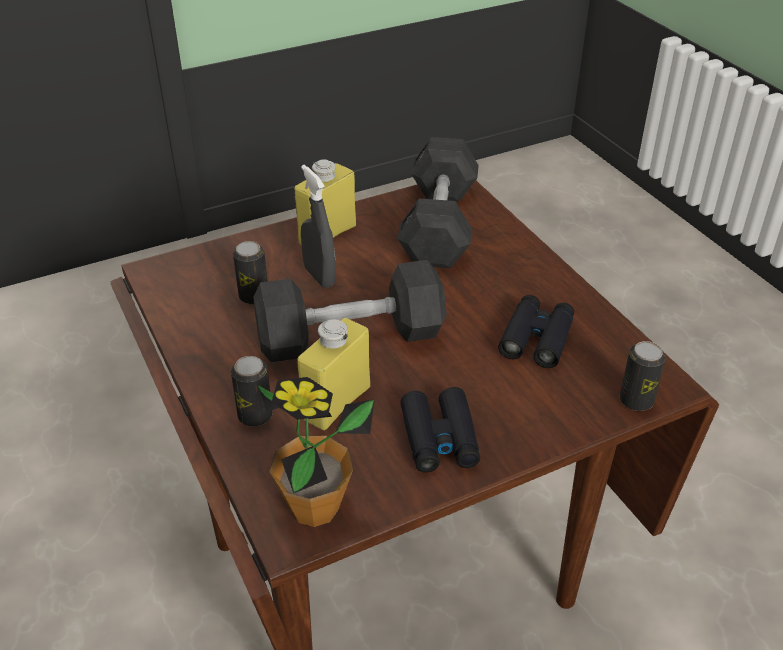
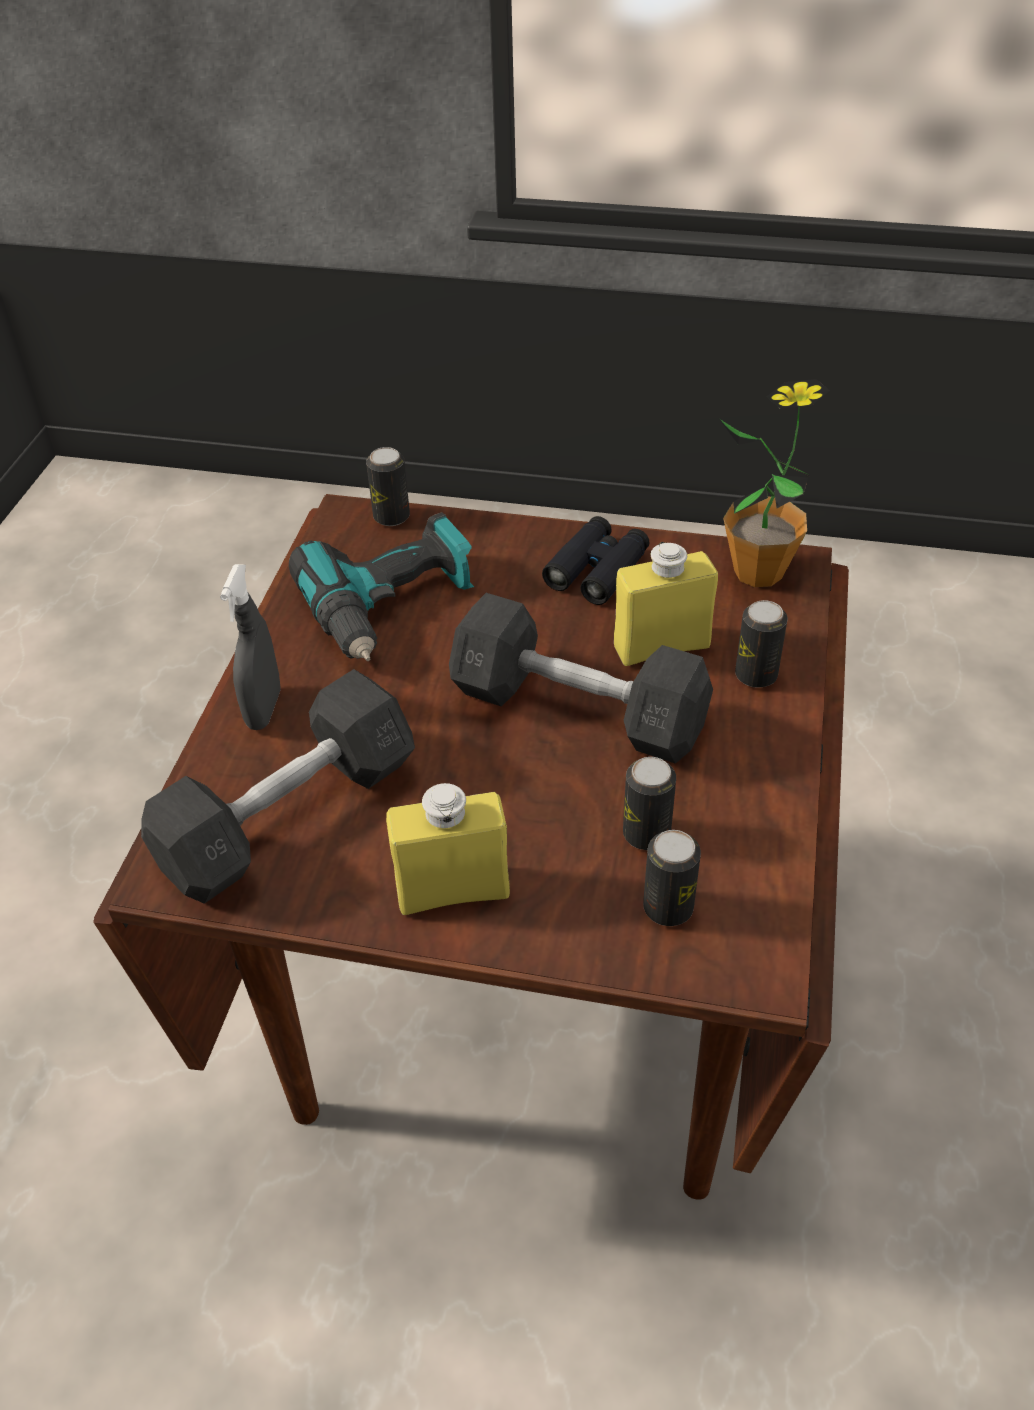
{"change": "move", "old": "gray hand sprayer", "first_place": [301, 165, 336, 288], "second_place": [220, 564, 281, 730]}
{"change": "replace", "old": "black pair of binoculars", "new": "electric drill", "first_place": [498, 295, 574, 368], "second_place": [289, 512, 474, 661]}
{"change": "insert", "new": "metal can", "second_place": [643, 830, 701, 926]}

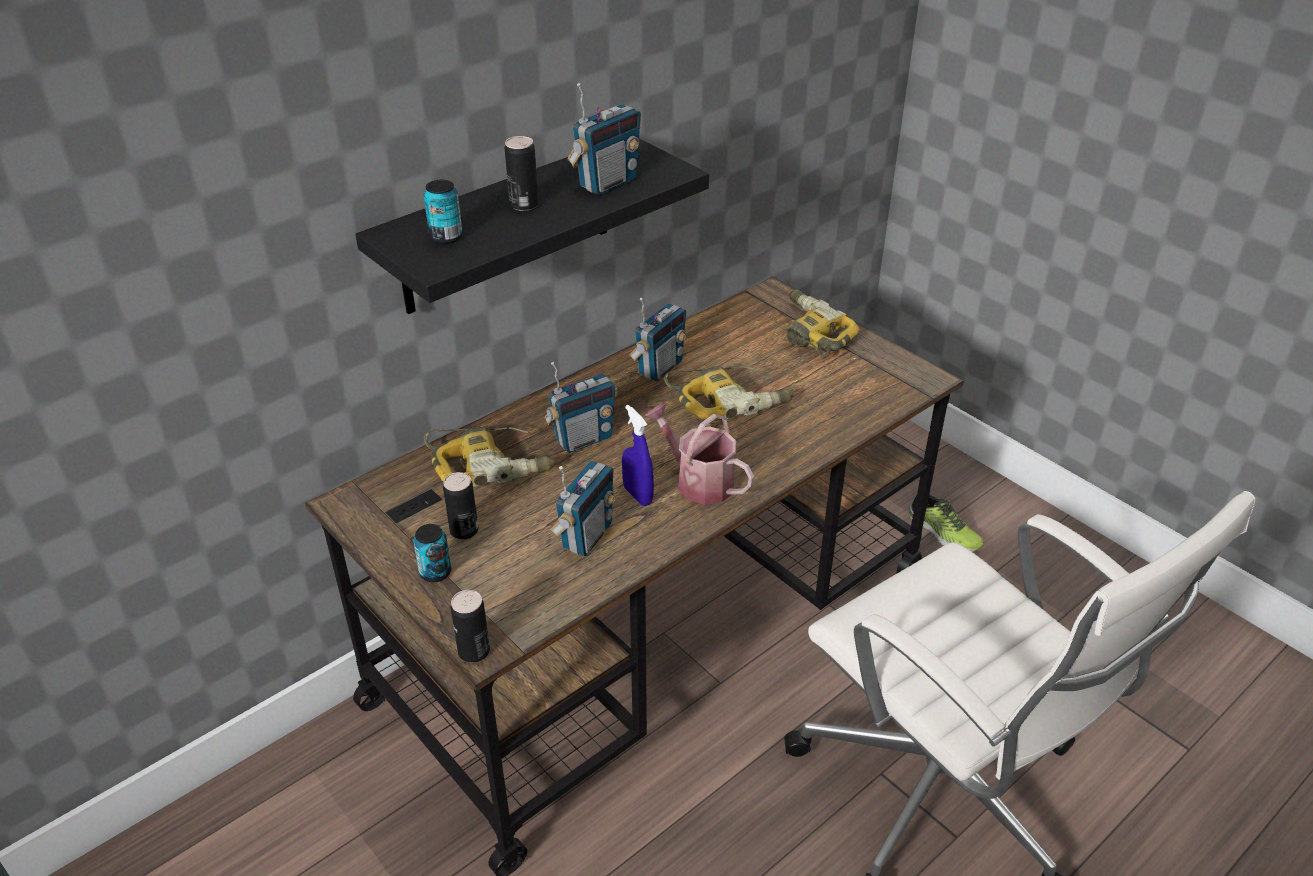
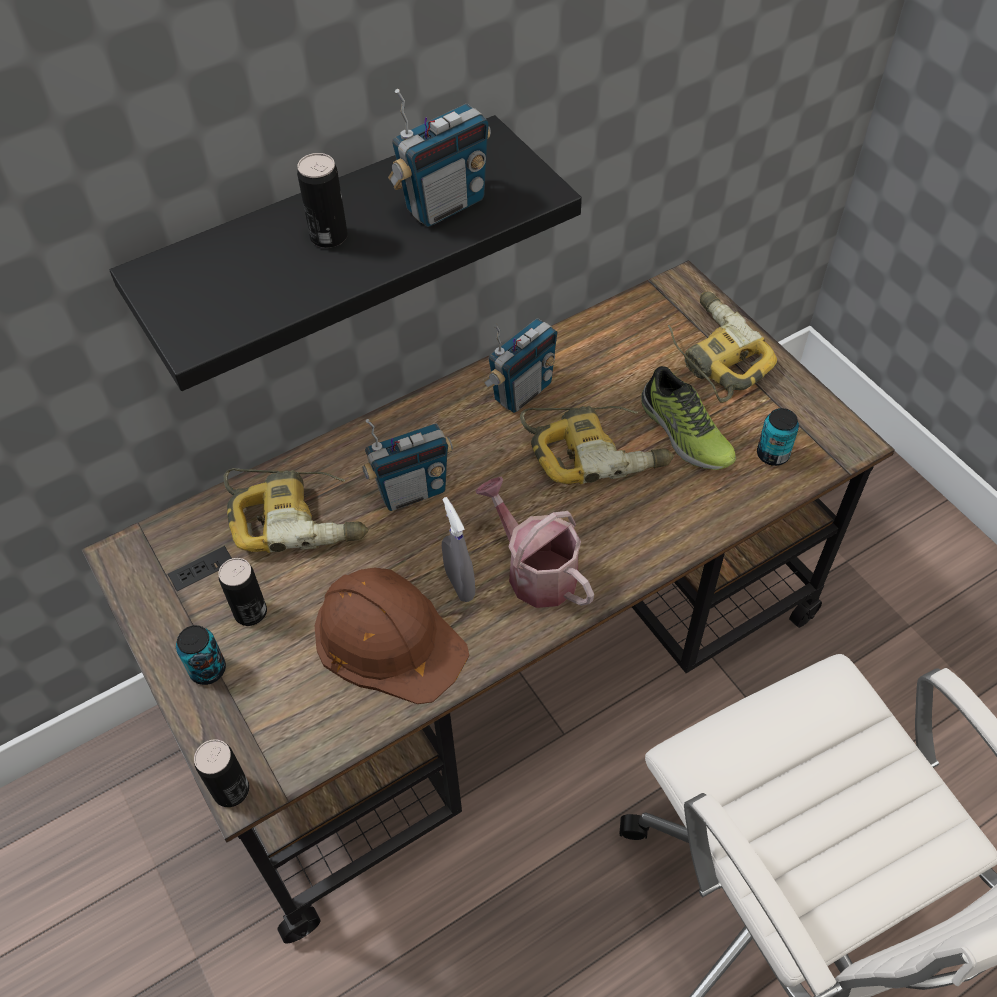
{"change": "move", "old": "metal can", "first_place": [424, 180, 463, 244], "second_place": [757, 408, 799, 466]}
{"change": "recolor", "old": "blue hand sprayer", "new": "gray hand sprayer", "first_place": [622, 405, 654, 506], "second_place": [442, 497, 475, 602]}
{"change": "replace", "old": "radio receiver", "new": "brown-coloured hard hat", "first_place": [550, 461, 615, 556], "second_place": [314, 568, 469, 704]}
{"change": "move", "old": "item of footwear", "first_place": [908, 493, 983, 552], "second_place": [641, 366, 736, 470]}

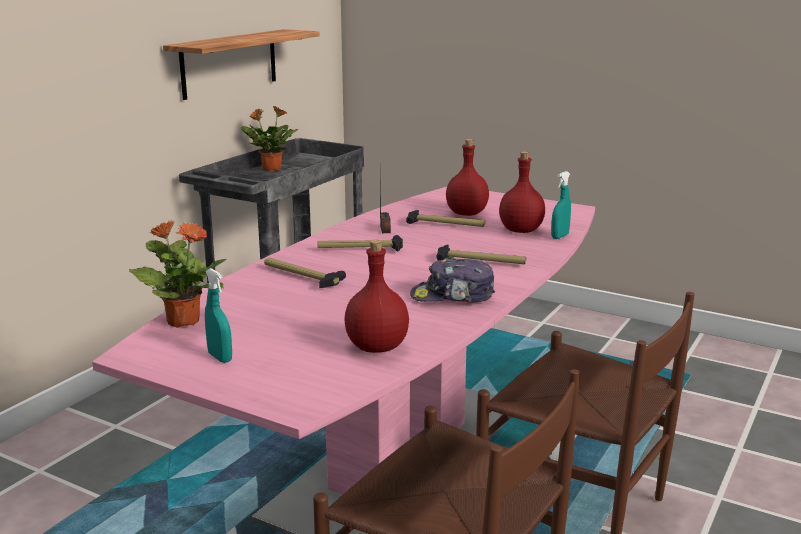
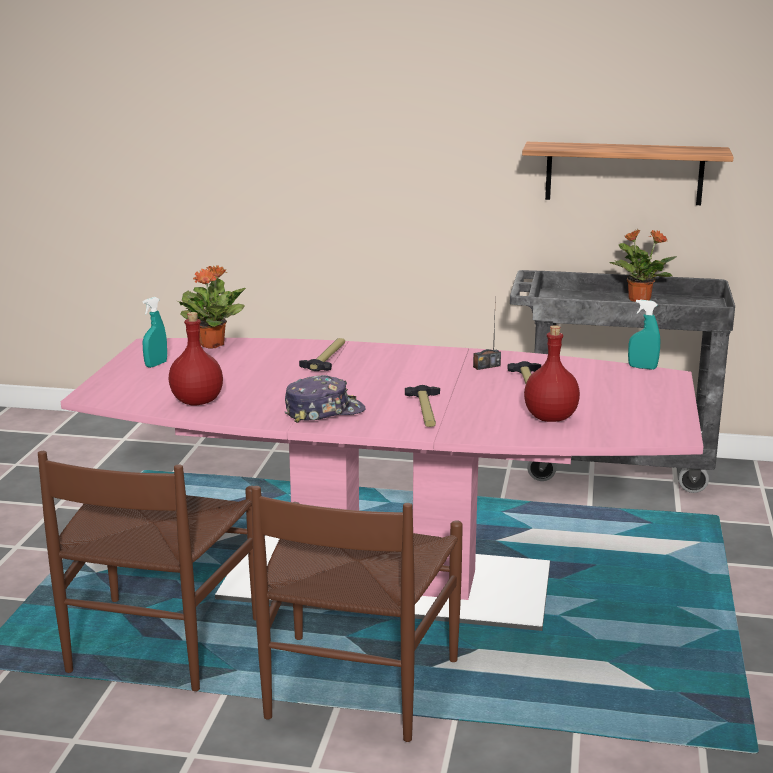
{"change": "delete", "old": "red-coloured beverage bottle", "first_place": [446, 139, 489, 216]}
{"change": "move", "old": "turquoise-coloured hand sprayer", "first_place": [551, 171, 571, 239], "second_place": [628, 300, 660, 370]}
{"change": "delete", "old": "hammer", "first_place": [317, 235, 403, 251]}
{"change": "rotate", "old": "baseball cap", "first_place": [410, 257, 495, 303], "second_place": [285, 375, 366, 423], "degrees": 90}

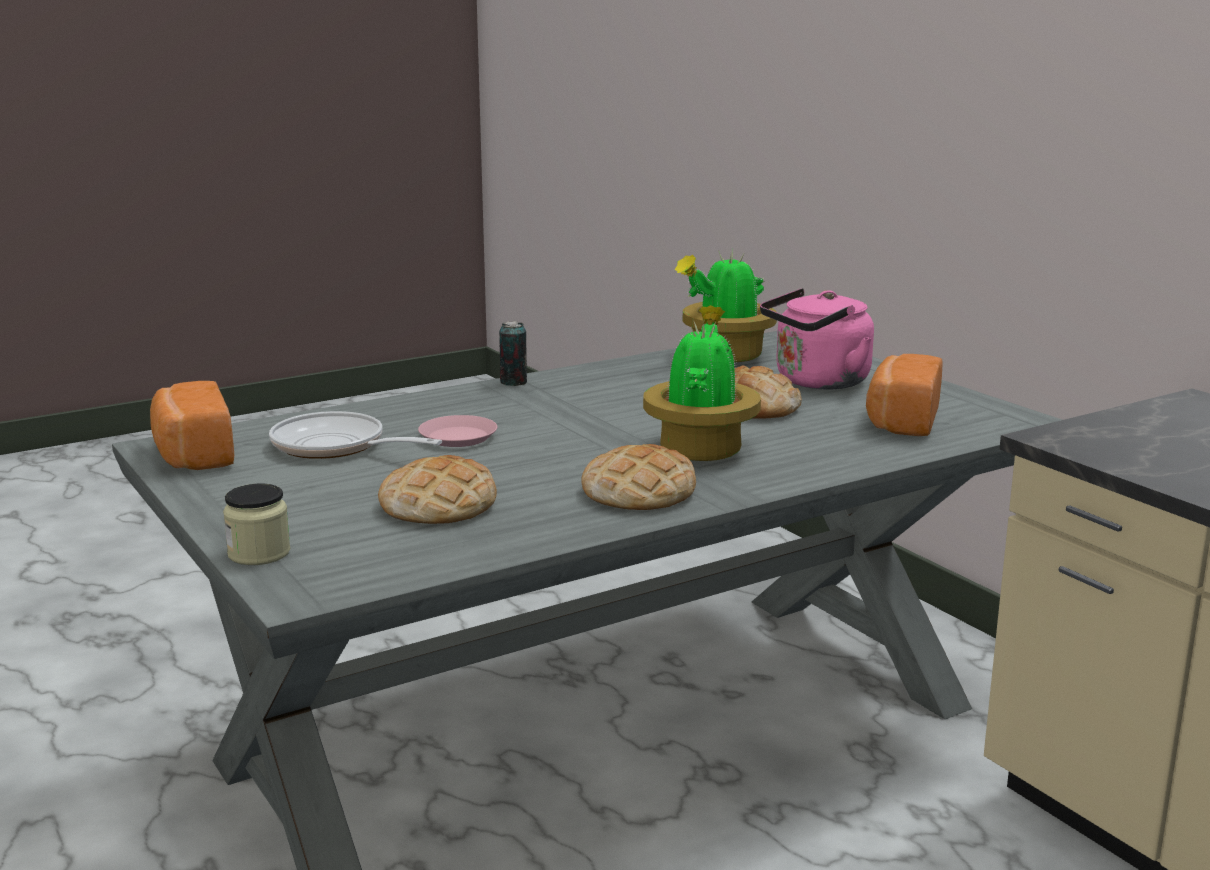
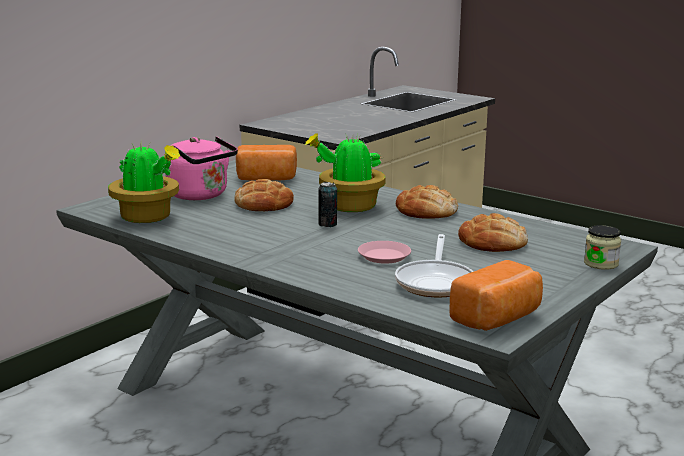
{"change": "move", "old": "metal can", "first_place": [499, 321, 527, 386], "second_place": [318, 182, 337, 227]}

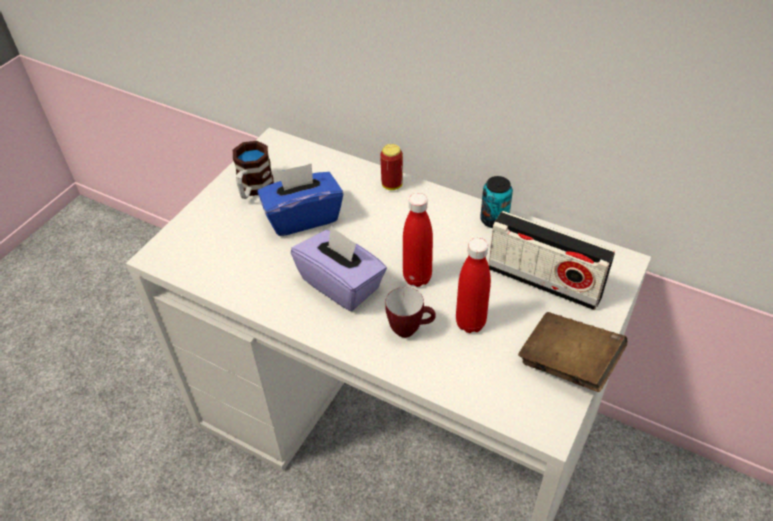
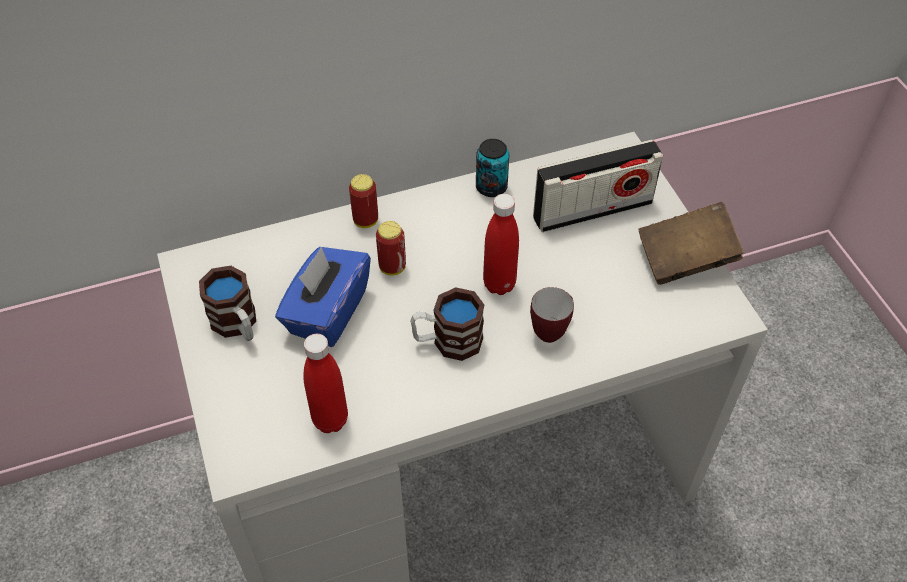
{"change": "replace", "old": "purple tissue box", "new": "tea mug", "first_place": [291, 226, 387, 311], "second_place": [411, 287, 484, 361]}
{"change": "move", "old": "red-coloured beverage bottle", "first_place": [456, 238, 491, 333], "second_place": [304, 334, 348, 433]}
{"change": "insert", "new": "metal can", "second_place": [376, 221, 406, 276]}

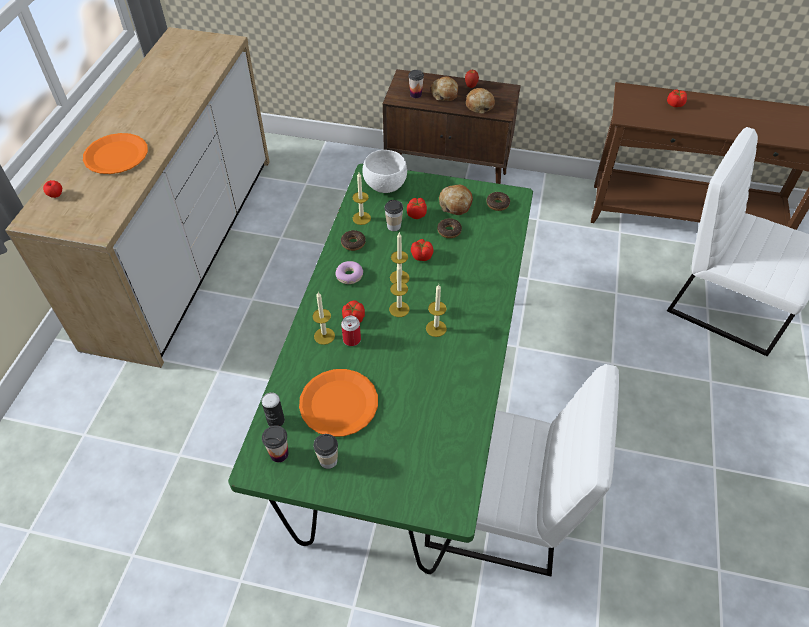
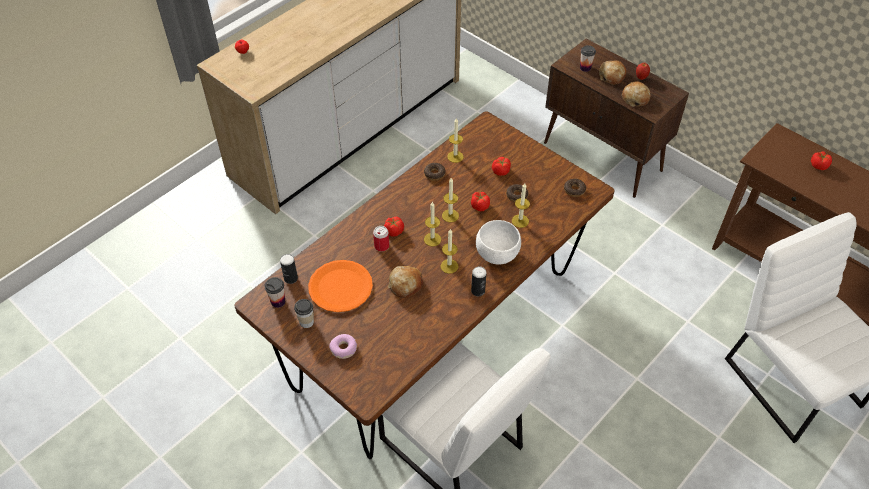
{"change": "delete", "old": "orange-coloured plate", "first_place": [83, 133, 148, 174]}
{"change": "move", "old": "white-coloured bowl", "first_place": [362, 150, 407, 193], "second_place": [476, 220, 521, 265]}
{"change": "recolor", "old": "green kitchen table", "new": "brown-coloured kitchen table", "first_place": [228, 164, 533, 574], "second_place": [234, 111, 614, 459]}
{"change": "move", "old": "baked bread", "first_place": [439, 185, 473, 215], "second_place": [388, 266, 423, 298]}
{"change": "delete", "old": "cup", "first_place": [384, 200, 403, 231]}
{"change": "move", "old": "ring doughnut", "first_place": [335, 261, 363, 284], "second_place": [329, 334, 357, 359]}
{"change": "move", "old": "candle", "first_place": [312, 292, 335, 345], "second_place": [512, 183, 530, 228]}
{"change": "insert", "new": "metal can", "second_place": [471, 267, 487, 296]}

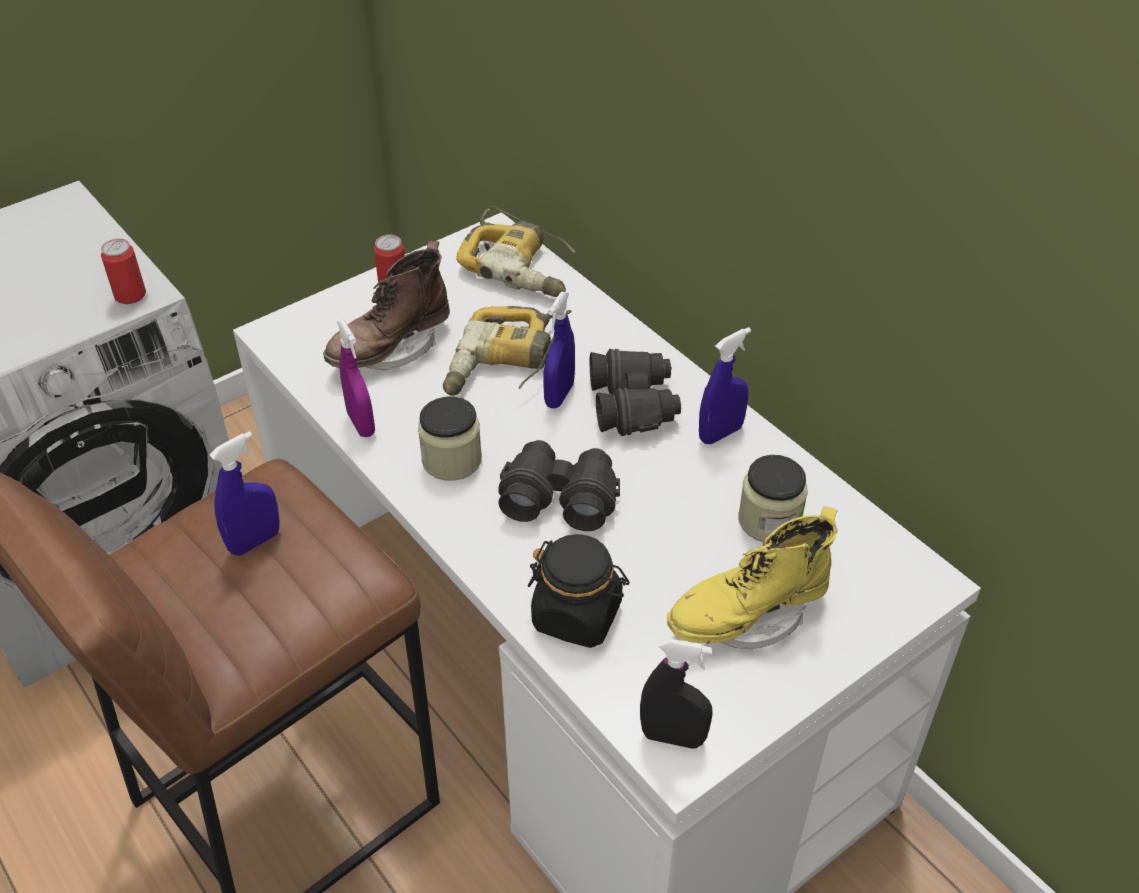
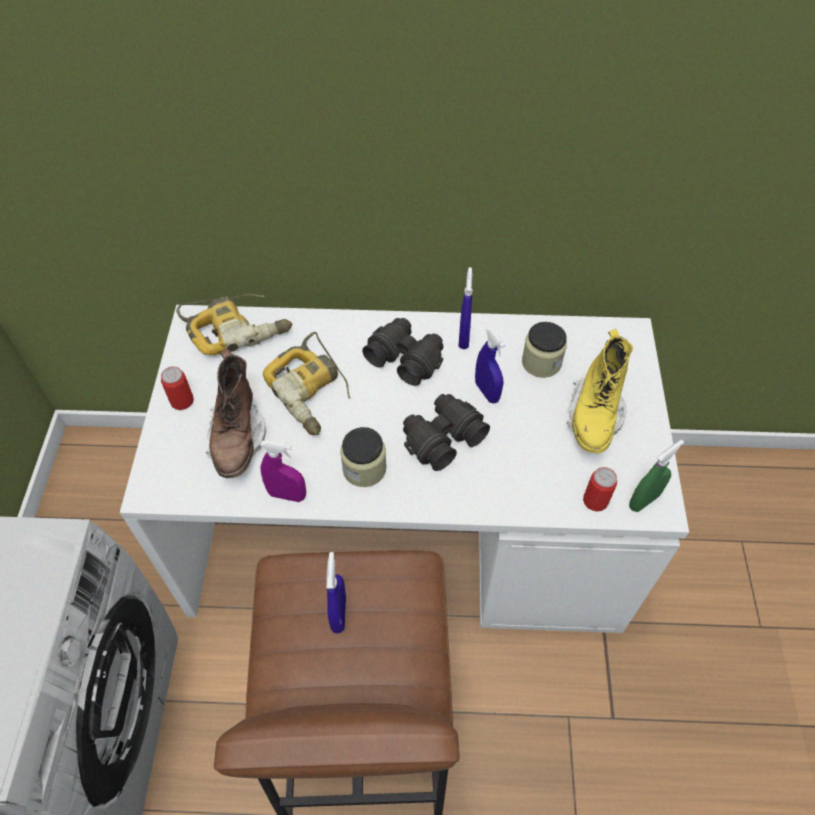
{"change": "move", "old": "metal can", "first_place": [101, 239, 146, 304], "second_place": [583, 467, 617, 511]}
{"change": "move", "old": "blue hand sprayer", "first_place": [543, 292, 575, 408], "second_place": [475, 328, 505, 403]}
{"change": "delete", "old": "black jar", "first_place": [528, 534, 629, 648]}
{"change": "recolor", "old": "black hand sprayer", "new": "green hand sprayer", "first_place": [640, 639, 712, 749], "second_place": [629, 440, 684, 512]}

